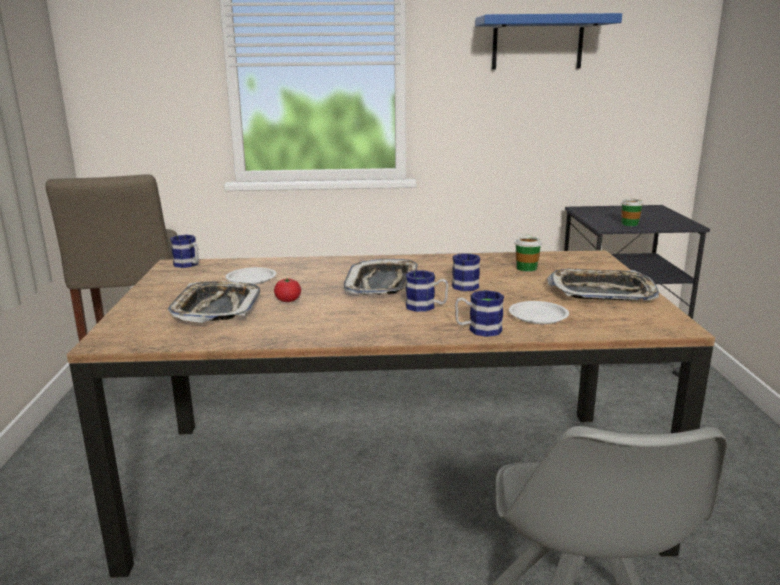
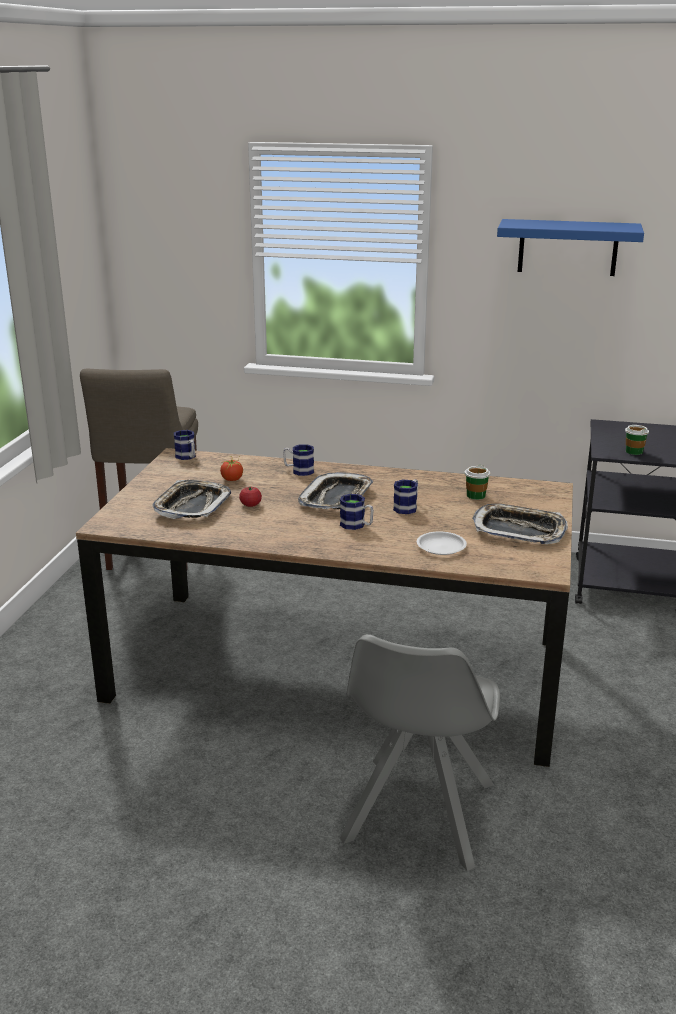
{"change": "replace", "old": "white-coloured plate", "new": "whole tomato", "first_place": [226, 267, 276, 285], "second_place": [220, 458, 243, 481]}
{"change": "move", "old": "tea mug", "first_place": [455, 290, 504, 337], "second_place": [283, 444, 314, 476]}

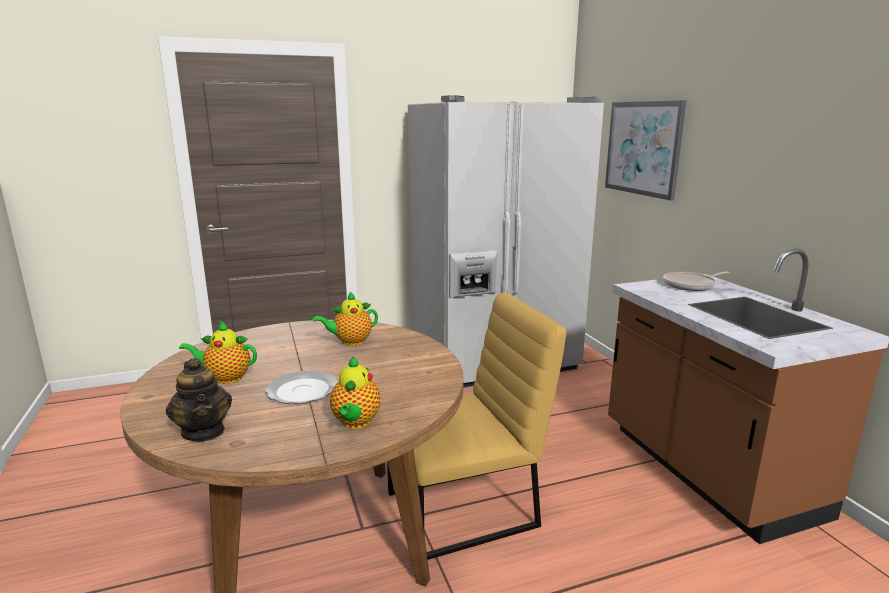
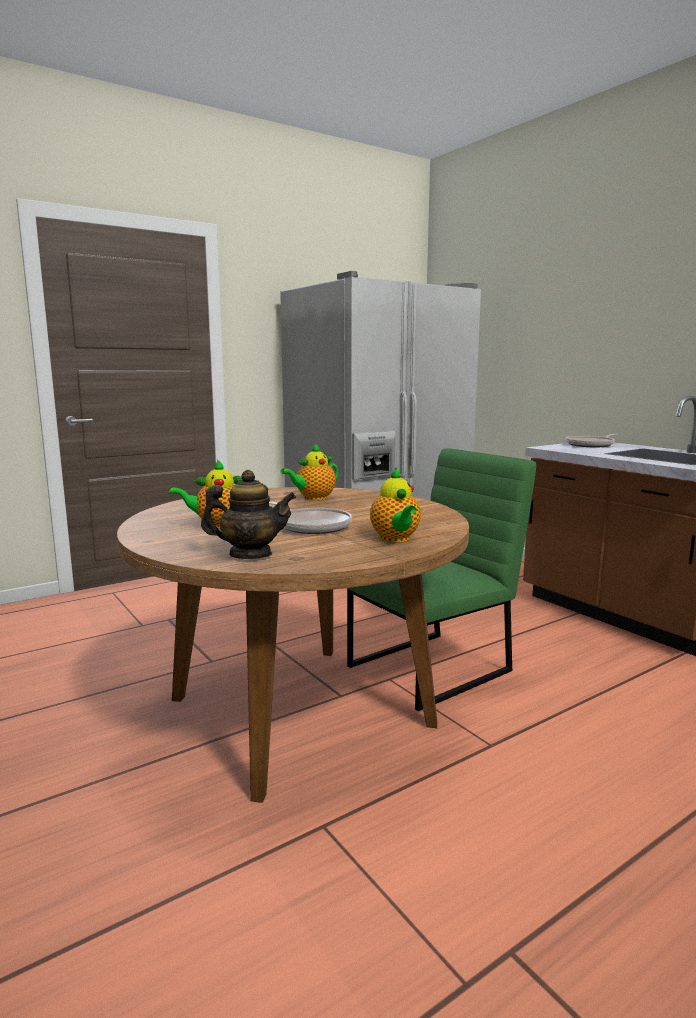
{"change": "delete", "old": "picture", "first_place": [605, 100, 687, 201]}
{"change": "recolor", "old": "yellow-coloured upright chair", "new": "green upright chair", "first_place": [387, 293, 567, 560], "second_place": [347, 448, 536, 711]}
{"change": "rotate", "old": "teapot", "first_place": [166, 358, 232, 441], "second_place": [201, 470, 296, 559], "degrees": -45}
{"change": "replace", "old": "plate", "new": "pan", "first_place": [265, 371, 338, 404], "second_place": [269, 502, 352, 534]}

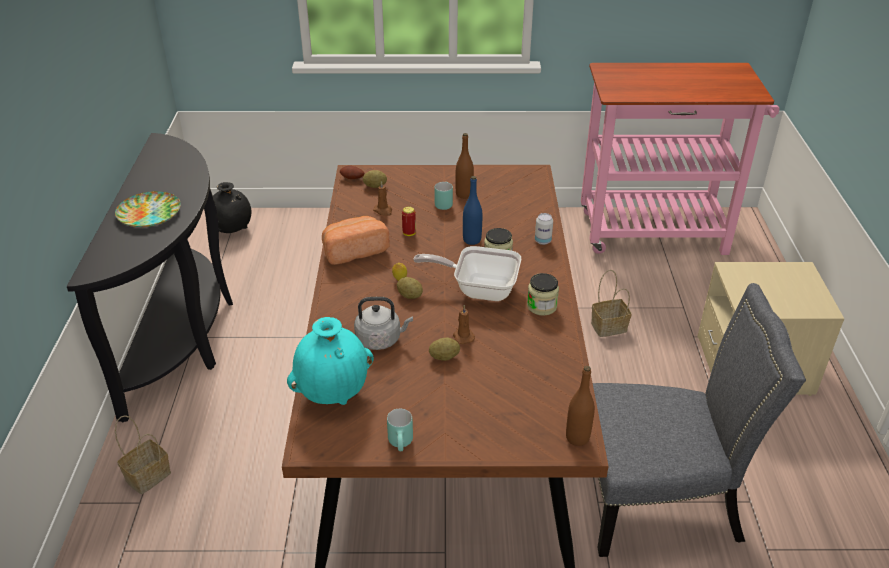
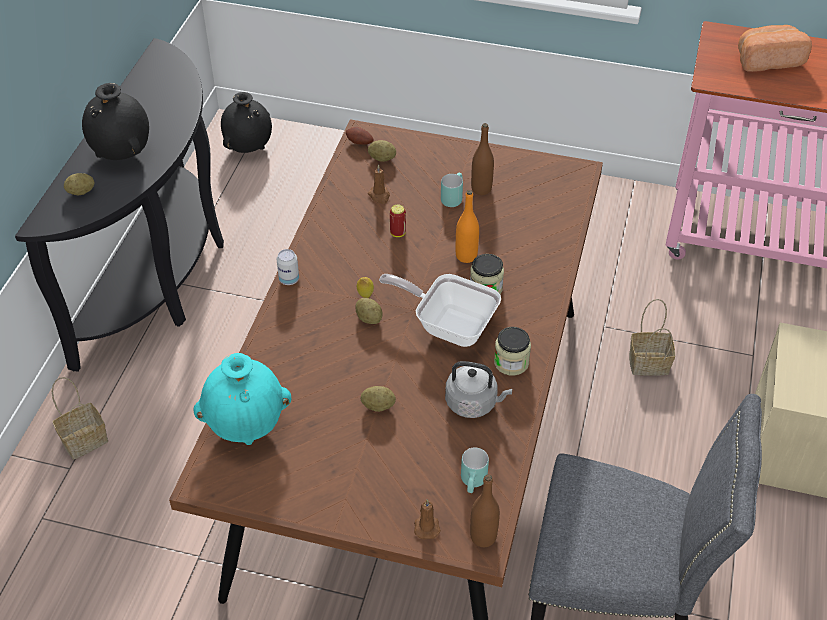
{"change": "recolor", "old": "blue beverage bottle", "new": "orange-coloured beverage bottle", "first_place": [463, 176, 482, 245], "second_place": [456, 190, 479, 263]}
{"change": "replace", "old": "plate", "new": "black flower vase", "first_place": [115, 191, 181, 227], "second_place": [82, 83, 149, 160]}
{"change": "move", "old": "metal can", "first_place": [535, 213, 553, 245], "second_place": [277, 249, 299, 285]}
{"change": "move", "old": "baked bread", "first_place": [322, 216, 390, 265], "second_place": [738, 25, 812, 72]}
{"change": "move", "old": "gray kettle", "first_place": [354, 297, 413, 350], "second_place": [445, 361, 512, 418]}
{"change": "move", "old": "brown-coloured candle", "first_place": [453, 305, 475, 344], "second_place": [414, 499, 441, 539]}
{"change": "move", "old": "turquoise-coloured tea mug", "first_place": [387, 409, 413, 451], "second_place": [461, 447, 489, 493]}
{"change": "insert", "new": "whole potato", "second_place": [64, 173, 94, 195]}

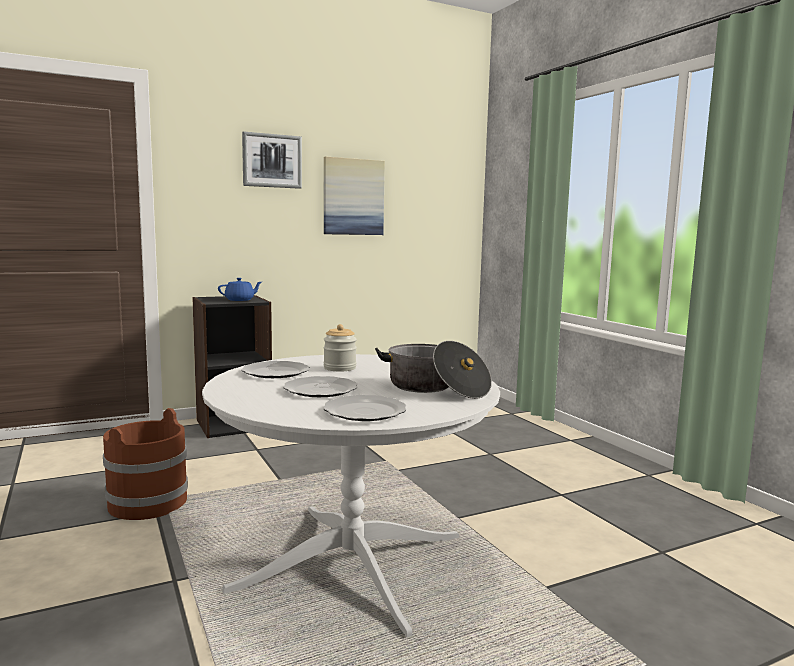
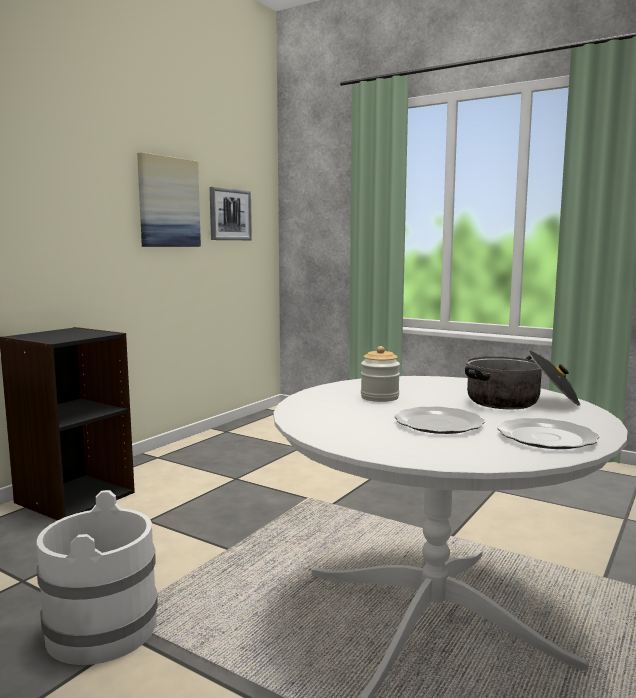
{"change": "move", "old": "picture", "first_place": [242, 131, 302, 189], "second_place": [210, 187, 252, 240]}
{"change": "delete", "old": "blue teapot", "first_place": [218, 278, 262, 301]}
{"change": "delete", "old": "plate", "first_place": [241, 361, 309, 378]}
{"change": "recolor", "old": "brown-coloured water bucket", "new": "white-coloured water bucket", "first_place": [103, 408, 188, 520], "second_place": [37, 490, 158, 665]}

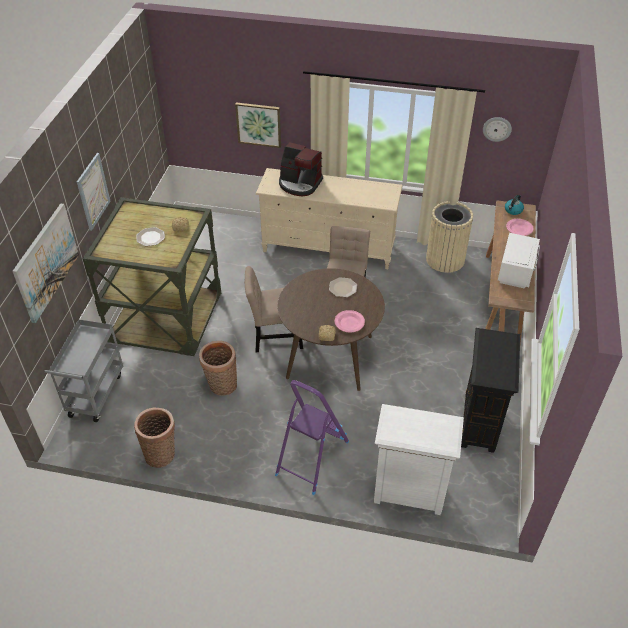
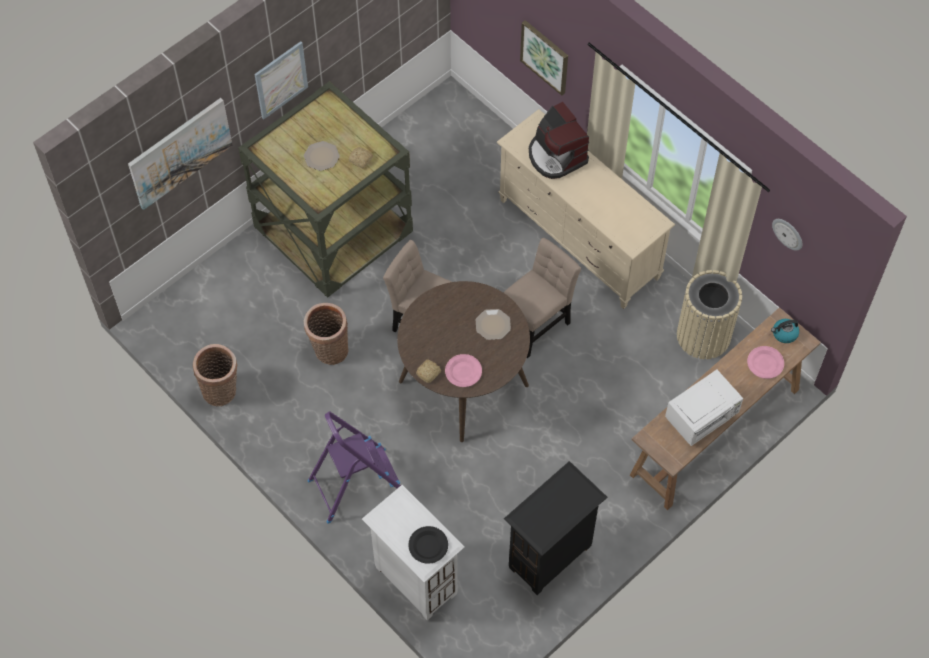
{"change": "delete", "old": "gray cart", "first_place": [44, 320, 123, 422]}
{"change": "insert", "new": "black plate", "second_place": [408, 526, 448, 564]}

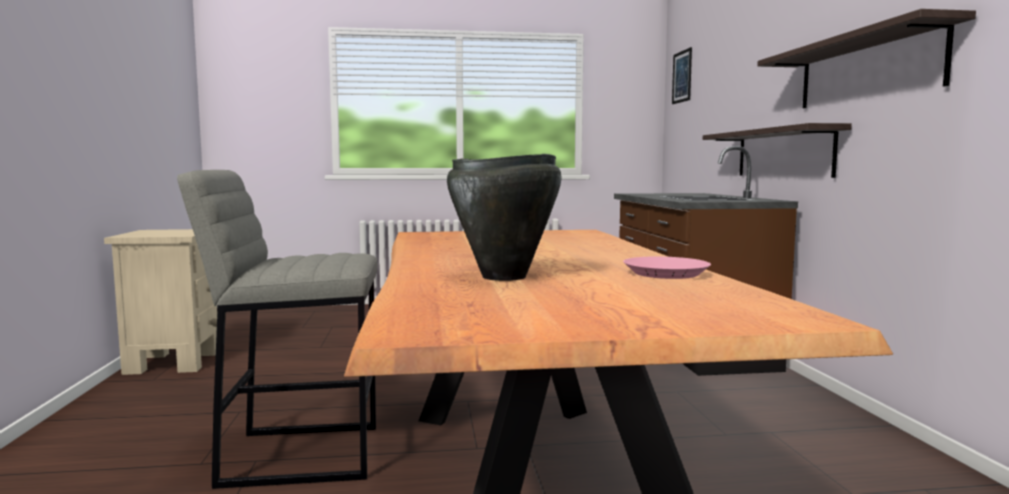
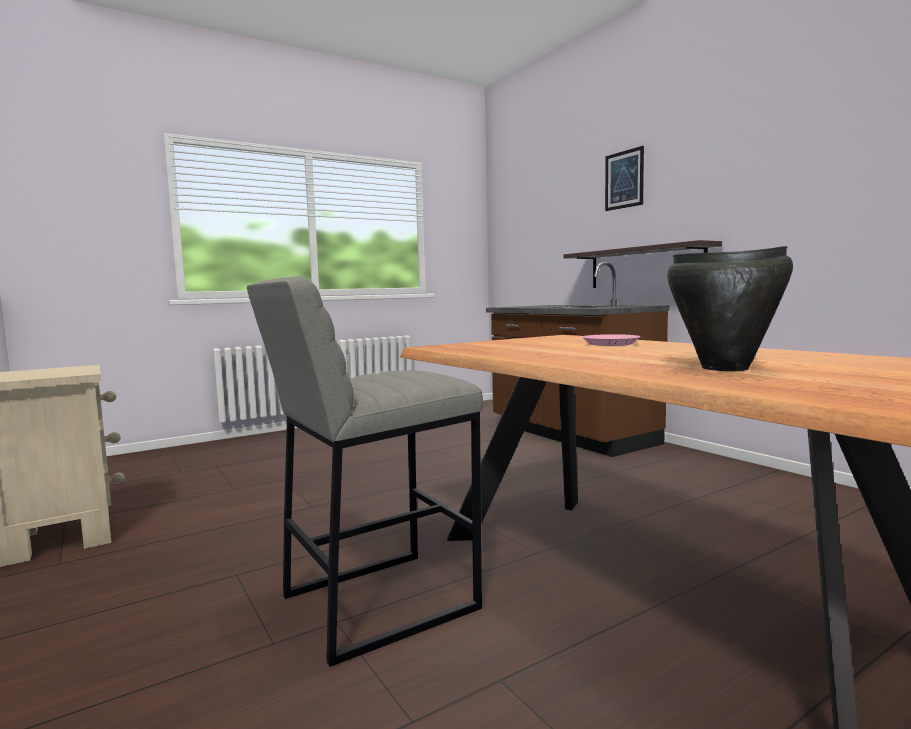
{"change": "delete", "old": "shelf", "first_place": [757, 9, 976, 108]}
{"change": "move", "old": "picture", "first_place": [672, 47, 692, 104], "second_place": [605, 146, 644, 211]}
{"change": "move", "old": "pinkish plate", "first_place": [623, 256, 711, 279], "second_place": [582, 334, 641, 346]}

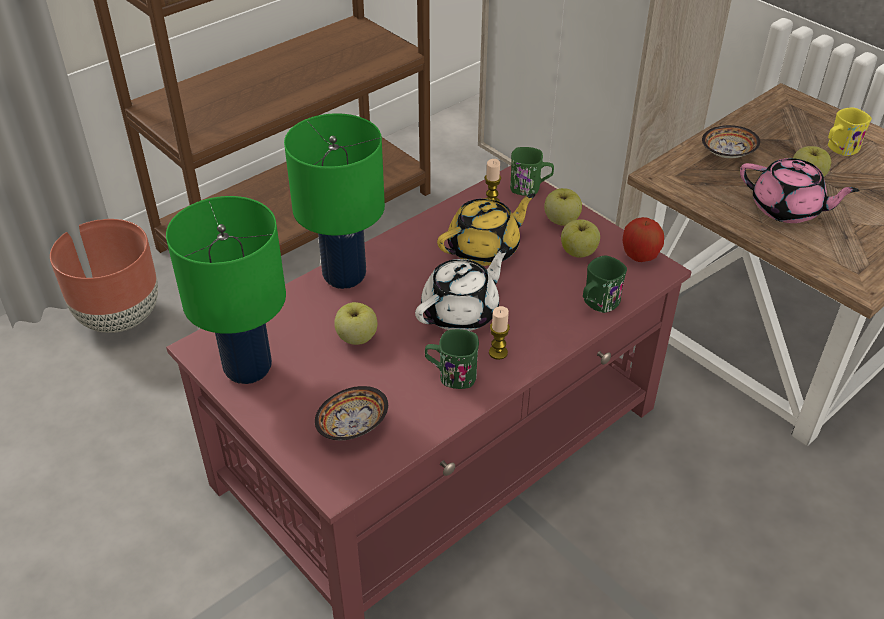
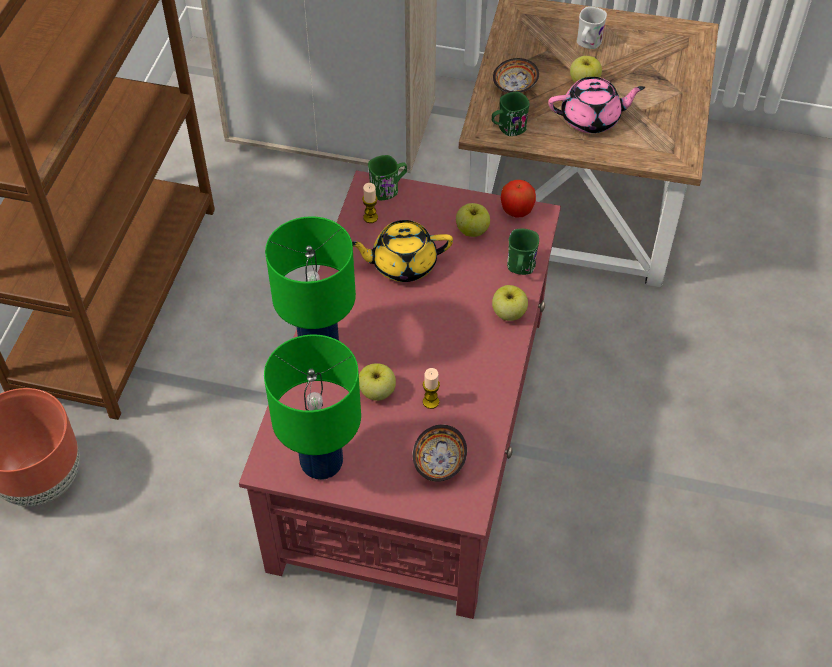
{"change": "recolor", "old": "yellow-coloured tea mug", "new": "white-coloured tea mug", "first_place": [828, 107, 872, 156], "second_place": [577, 6, 607, 49]}
{"change": "move", "old": "apple fruit", "first_place": [544, 188, 582, 226], "second_place": [492, 285, 528, 321]}
{"change": "rotate", "old": "yellow-coloured teapot", "first_place": [437, 193, 535, 266], "second_place": [352, 220, 453, 282], "degrees": -120}
{"change": "delete", "old": "white-coloured teapot", "first_place": [415, 248, 509, 331]}
{"change": "move", "old": "candle", "first_place": [489, 306, 510, 360], "second_place": [423, 368, 440, 409]}
{"change": "move", "old": "green tea mug", "first_place": [425, 329, 479, 389], "second_place": [492, 92, 530, 136]}

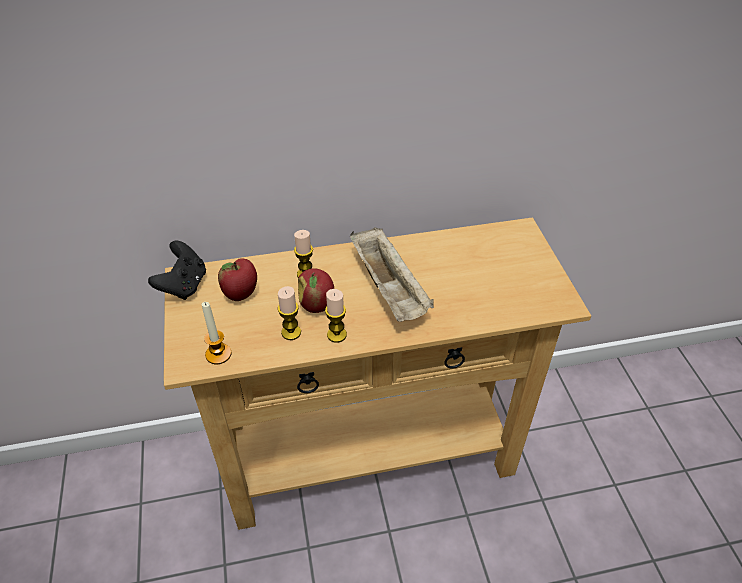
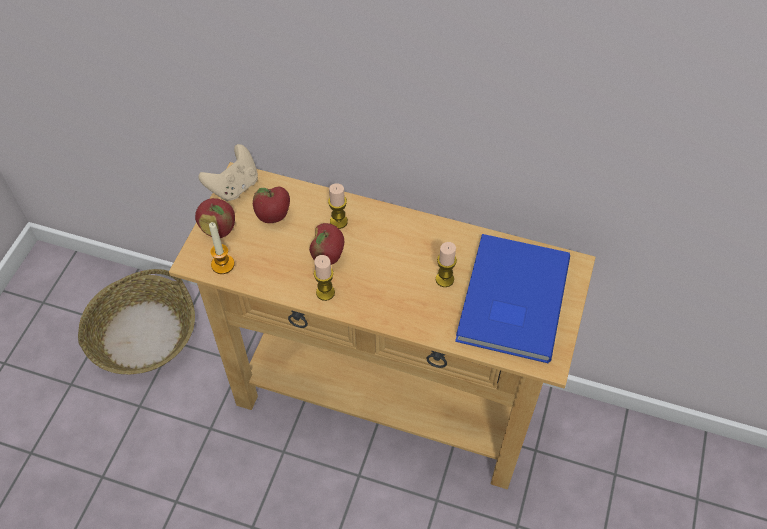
{"change": "delete", "old": "beige tray", "first_place": [350, 227, 434, 322]}
{"change": "recolor", "old": "black joypad", "new": "beige joypad", "first_place": [148, 240, 206, 300], "second_place": [198, 144, 258, 201]}
{"change": "move", "old": "candle", "first_place": [278, 286, 301, 340], "second_place": [436, 242, 457, 287]}
{"change": "insert", "new": "apple fruit", "second_place": [195, 198, 235, 238]}
{"change": "insert", "new": "blue bound book", "second_place": [455, 234, 570, 363]}
{"change": "insert", "new": "household basket", "second_place": [78, 269, 195, 375]}

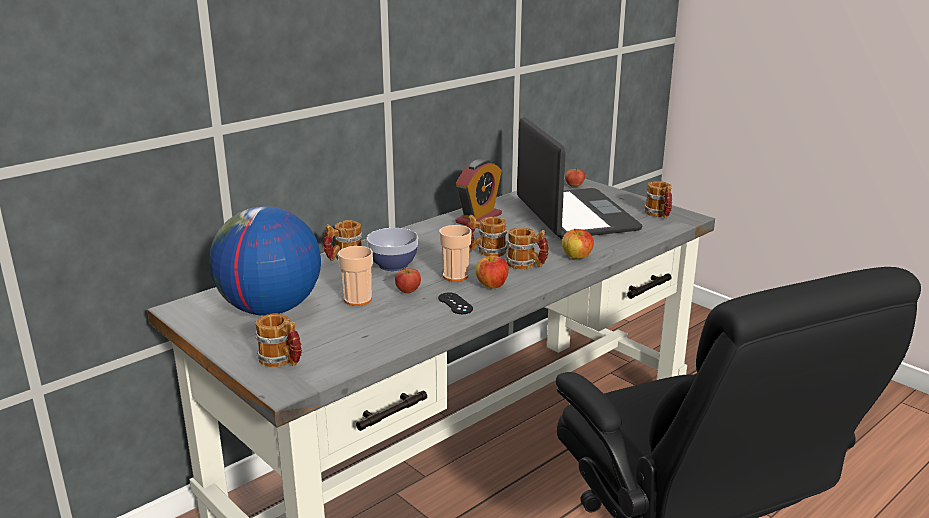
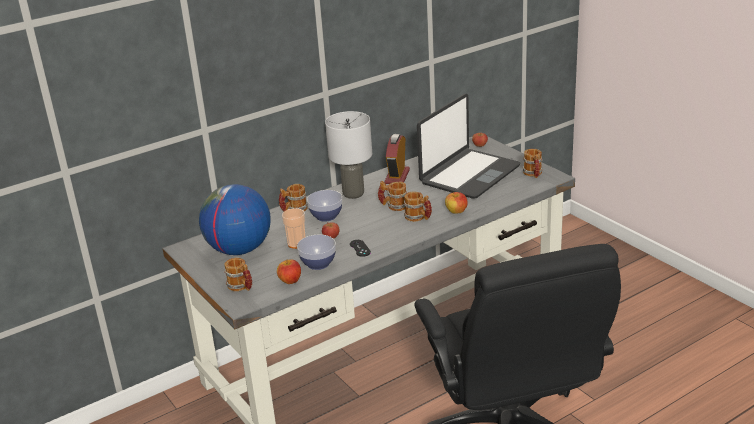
{"change": "rotate", "old": "laptop", "first_place": [517, 117, 642, 239], "second_place": [417, 94, 520, 199], "degrees": 45}
{"change": "rotate", "old": "table clock", "first_place": [456, 159, 502, 226], "second_place": [384, 134, 410, 184], "degrees": 150}
{"change": "delete", "old": "cup", "first_place": [439, 225, 472, 282]}
{"change": "move", "old": "apple fruit", "first_place": [475, 254, 509, 289], "second_place": [277, 259, 301, 284]}
{"change": "insert", "new": "white-coloured tabletop lamp", "second_place": [325, 111, 372, 199]}
{"change": "insert", "new": "bowl", "second_place": [297, 235, 336, 270]}

